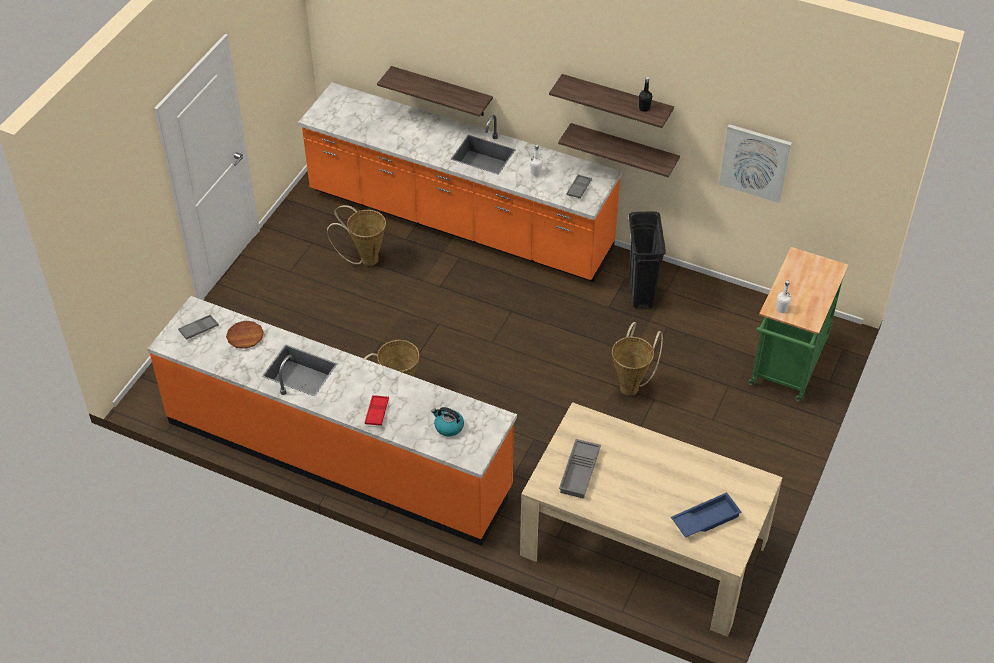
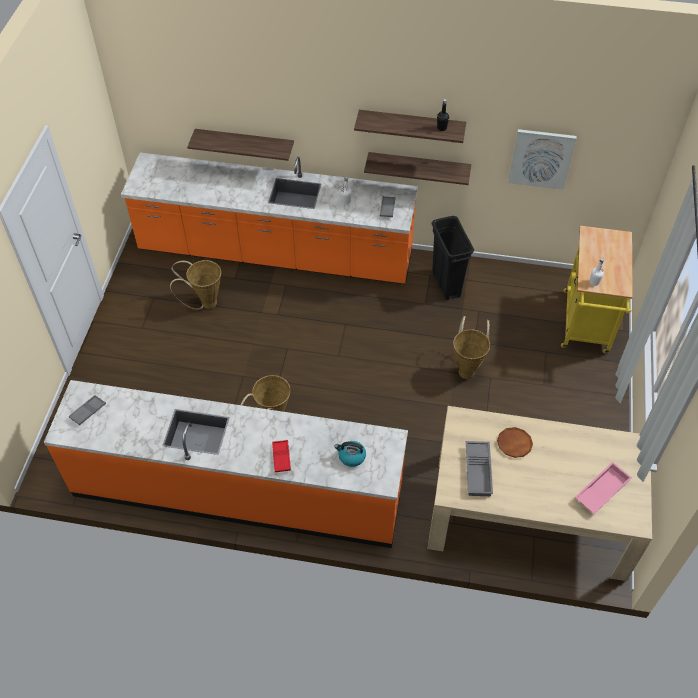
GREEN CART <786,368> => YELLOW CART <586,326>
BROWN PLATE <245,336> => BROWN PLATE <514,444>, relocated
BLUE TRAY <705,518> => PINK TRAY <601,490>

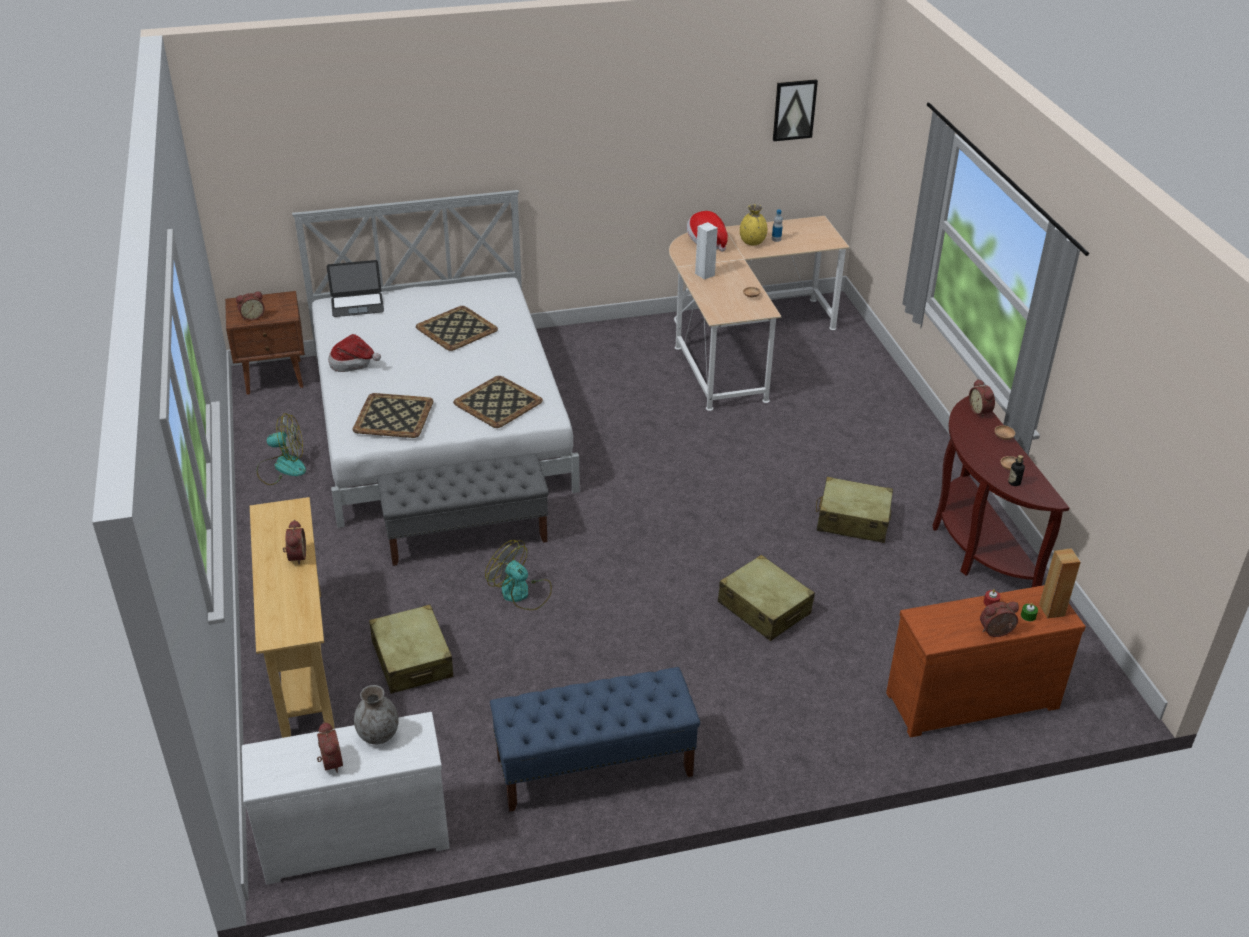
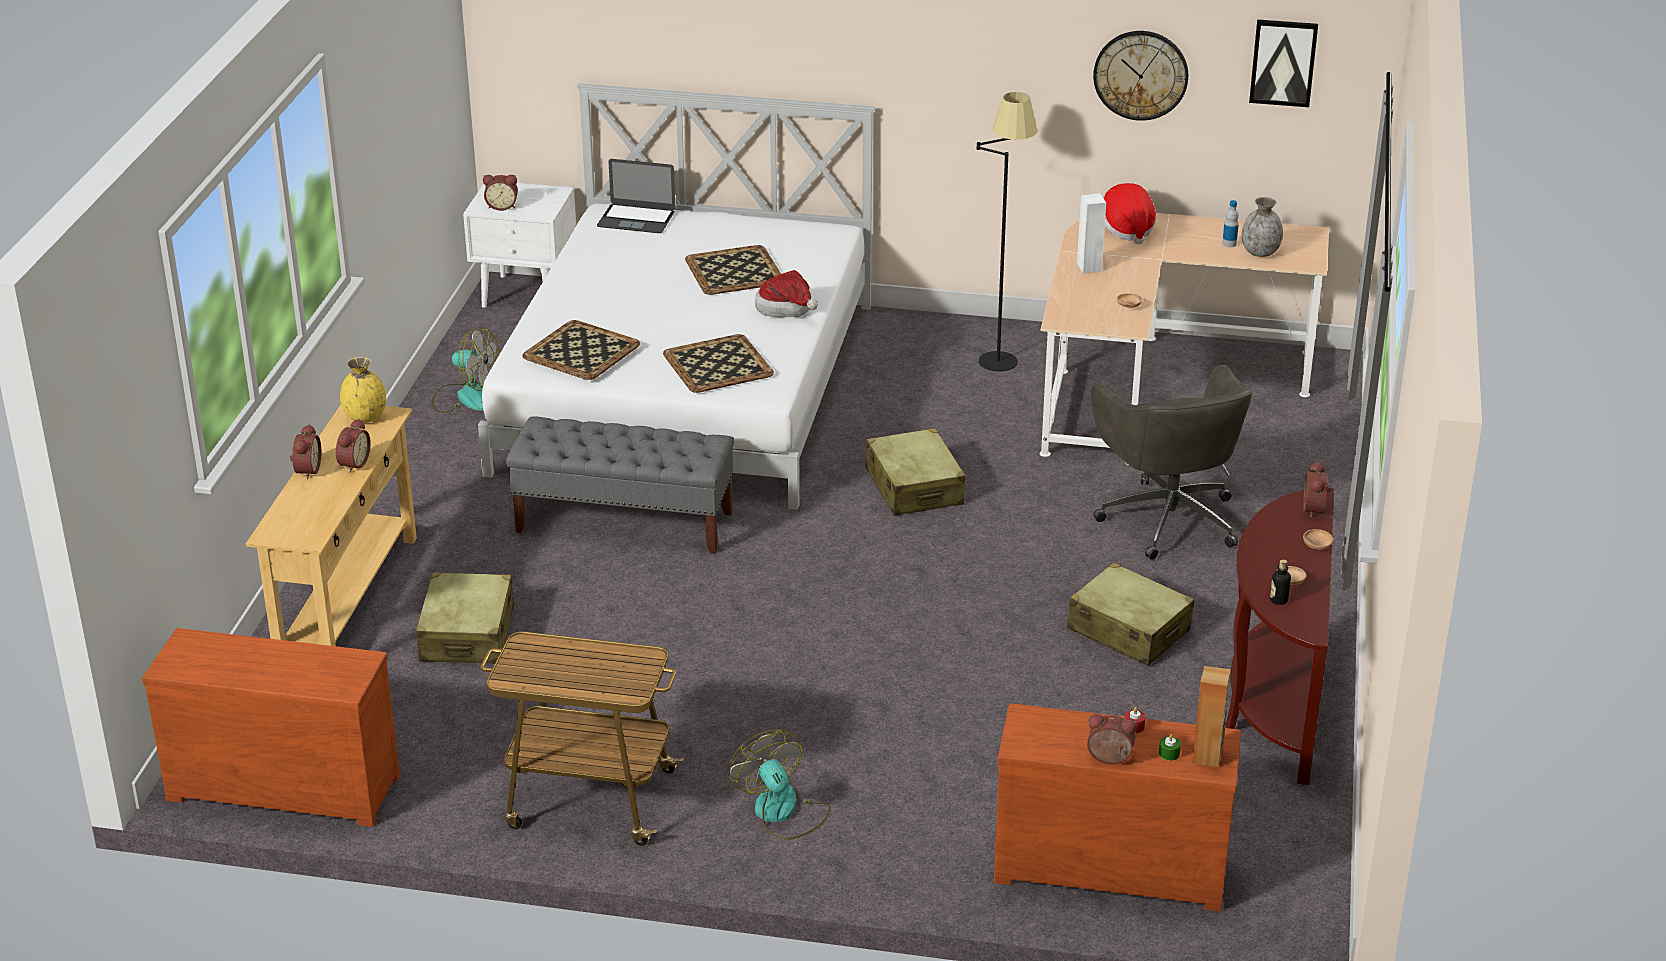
YELLOW VASE <752,242> => YELLOW VASE <365,417>, relocated
BROWN NIGHTSTAND <275,377> => WHITE NIGHTSTAND <527,294>
HAT <354,363> => HAT <787,309>, relocated
FAN <521,593> => FAN <782,812>, relocated
BEIGE SUITCASE <764,608> => BEIGE SUITCASE <914,487>, relocated
BLUE BENCH <594,767> => CART <588,799>
GREY VASE <378,735> => GREY VASE <1260,252>, relocated
WHITE DRESSER <355,834> => BROWN DRESSER <285,784>
ALARM CLOCK <329,762> => ALARM CLOCK <306,470>, relocated
nothing => WALL CLOCK <1140,75>
nothing => BLACK FLOOR LAMP <1001,352>
nothing => GREY OFFICE CHAIR <1168,517>

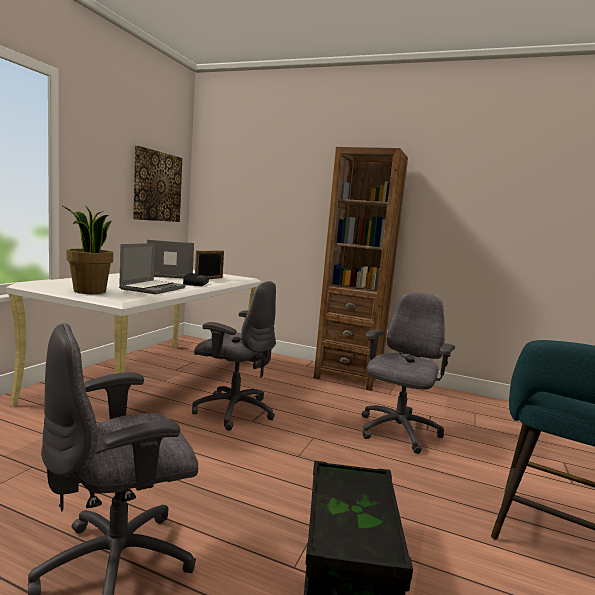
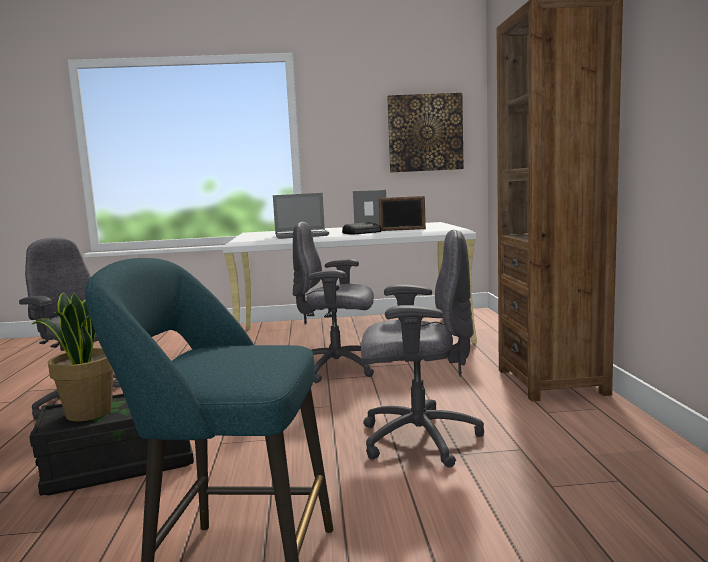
POTTED PLANT <89,291> => POTTED PLANT <88,413>, relocated
GREY OFFICE CHAIR <233,411> => GREY OFFICE CHAIR <338,368>, 105 degrees clockwise

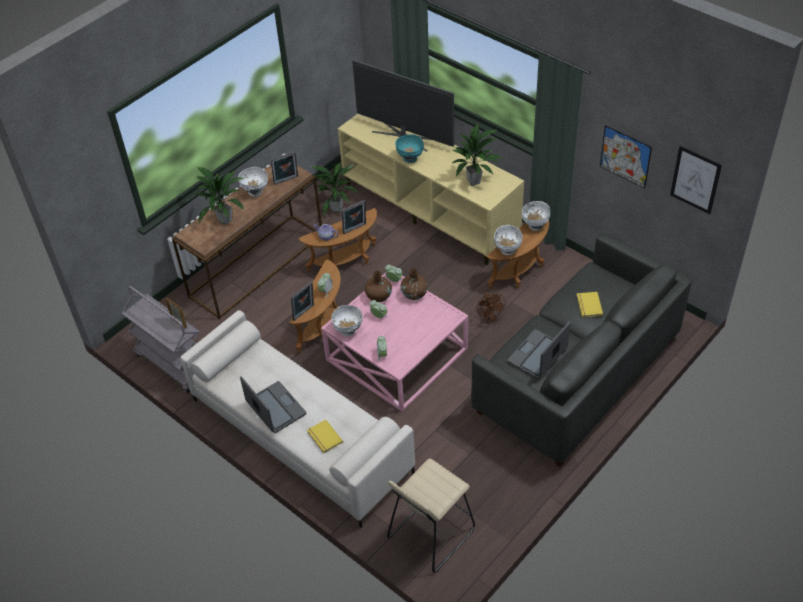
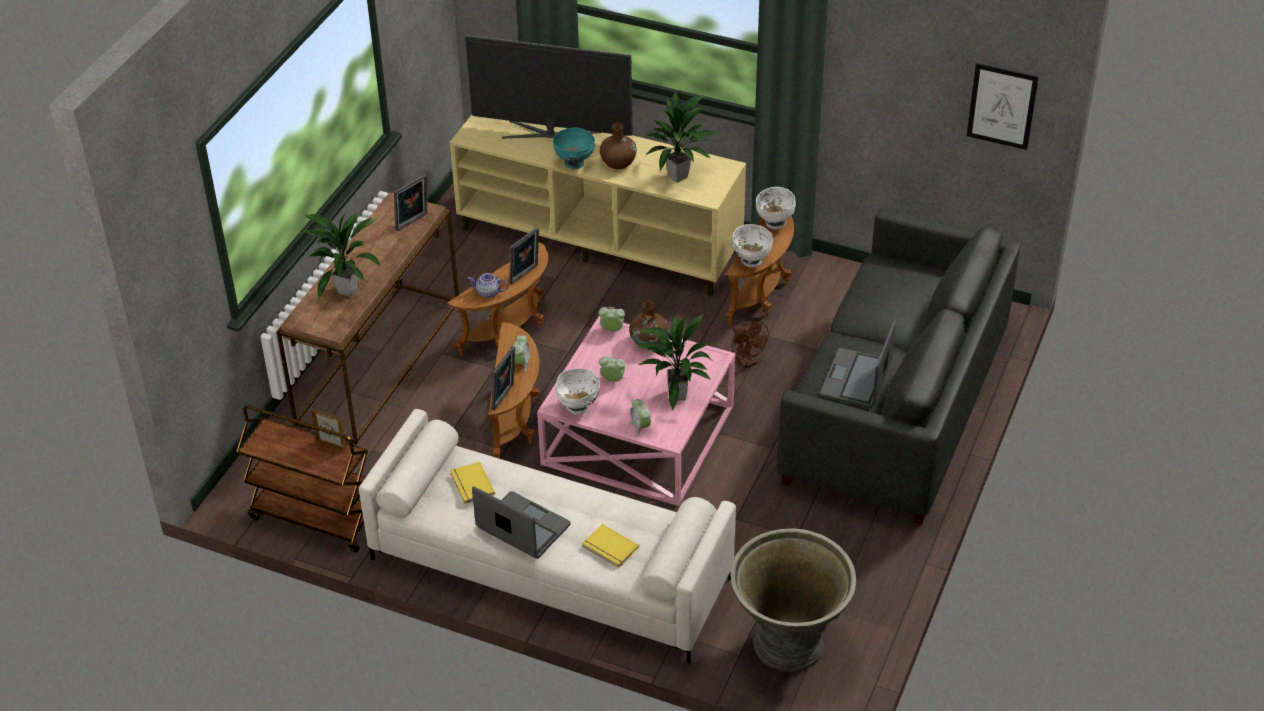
PICTURE <625,156> => nothing
POTTED PLANT <336,208> => POTTED PLANT <676,394>, relocated
WHITE BOWL <255,192> => nothing
BROWN VASE <378,296> => BROWN VASE <618,163>, relocated
GREY CART <172,363> => BROWN CART <314,518>
YELLOW BOOK <588,306> => YELLOW BOOK <471,485>, relocated
BEIGE STOOL <431,533> => GREY PLANTER <788,646>

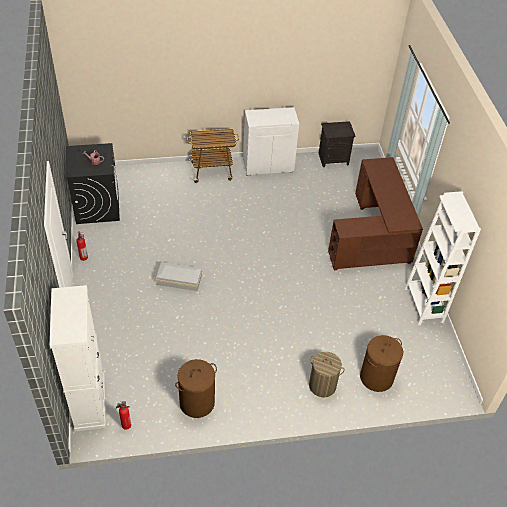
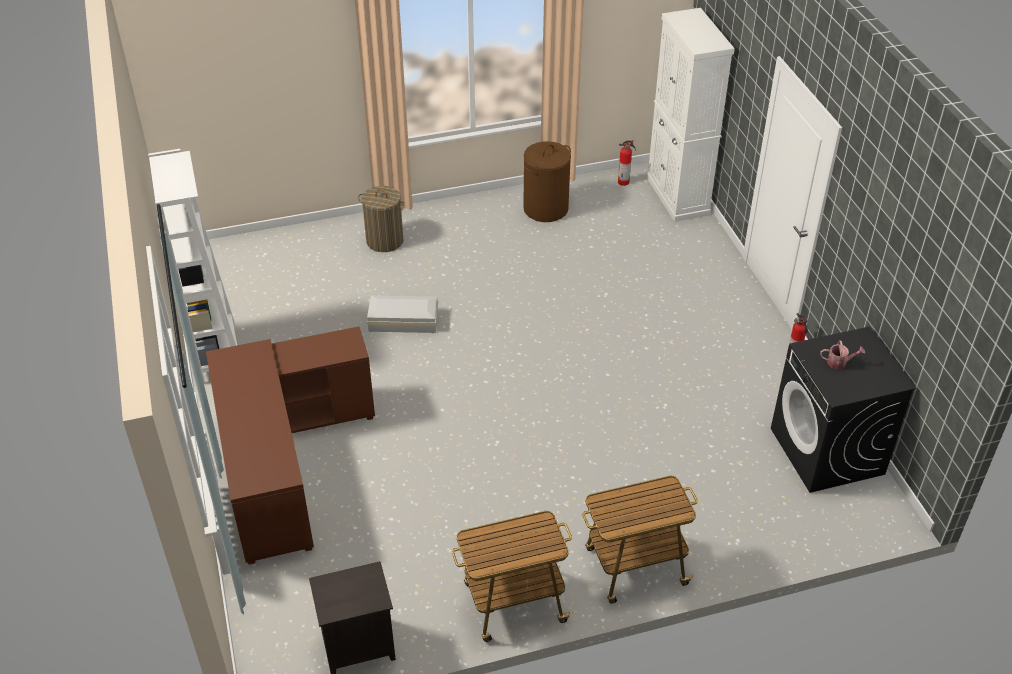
WHITE CABINET <268,165> => CART <512,603>
WHITE STORAGE BOX <178,279> => WHITE STORAGE BOX <404,321>, relocated
BROWN LAUNDRY BASKET <376,377> => nothing

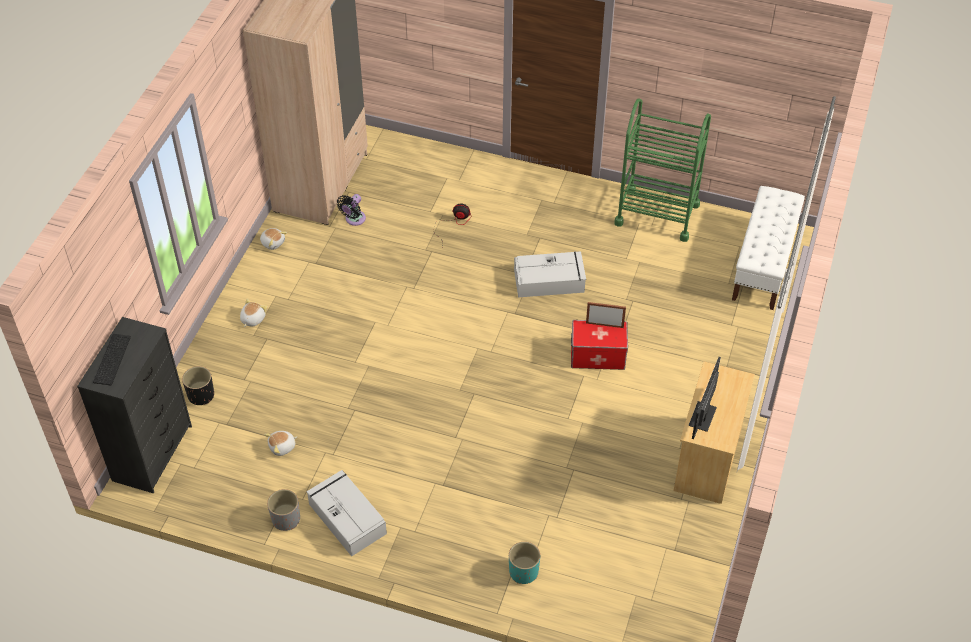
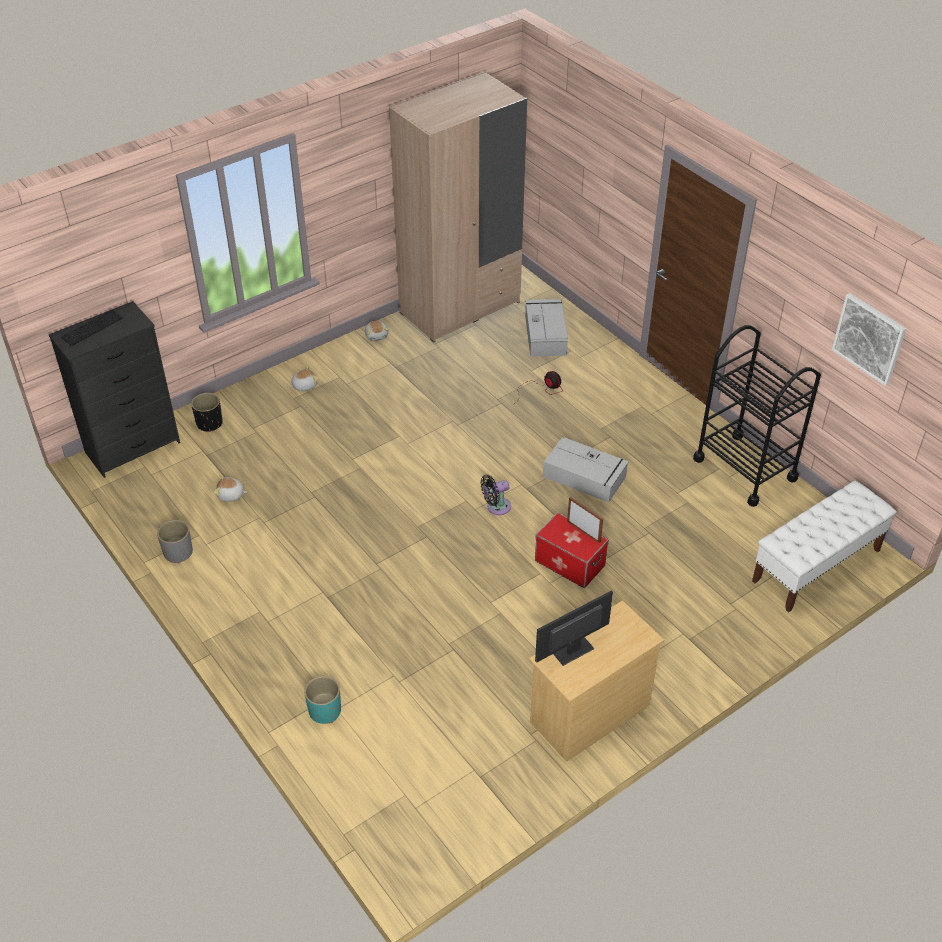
GREEN CART <657,214> => BLACK CART <745,469>
BLACK FAN <354,219> => BLACK FAN <496,507>, relocated
GREY STORAGE BOX <346,518> => GREY STORAGE BOX <545,334>, relocated
nothing => PICTURE <869,338>

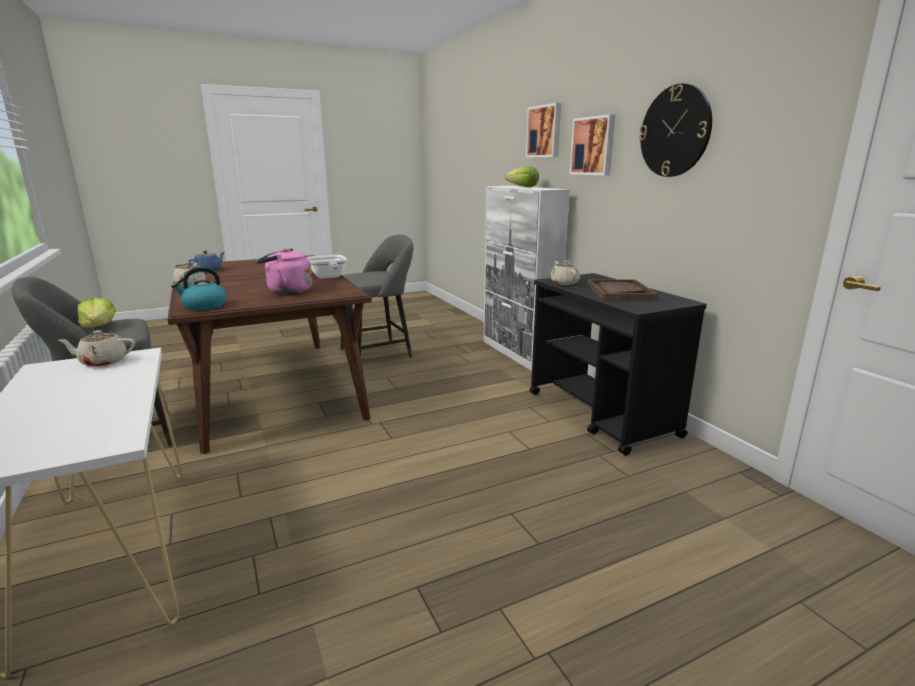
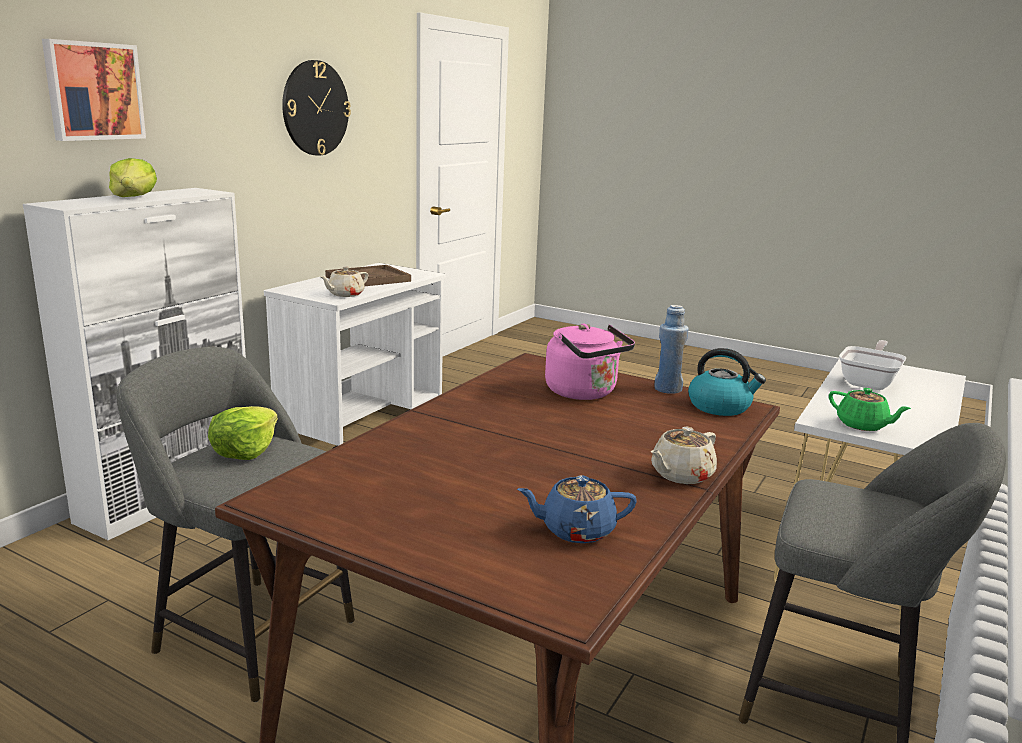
PICTURE <593,146> => nothing
FRYING PAN <328,277> => FRYING PAN <869,382>, relocated
BLACK CART <601,414> => WHITE CART <363,419>
LETTUCE <99,326> => LETTUCE <245,451>, relocated
BEIGE TEAPOT <102,362> => GREEN TEAPOT <862,425>
nothing => BLUE BOTTLE <667,389>

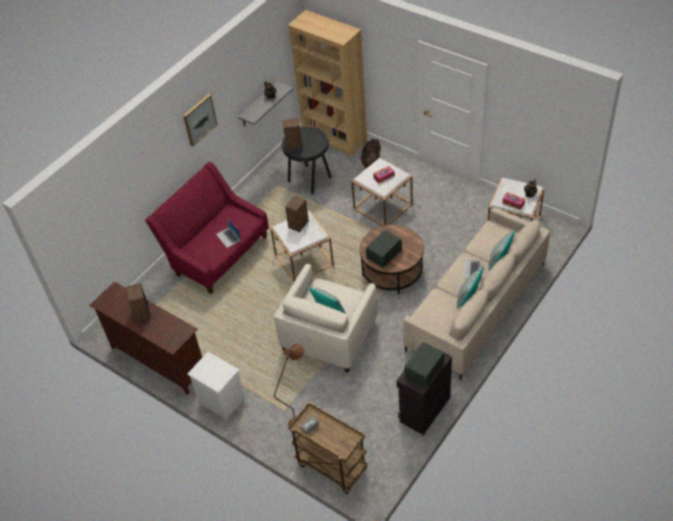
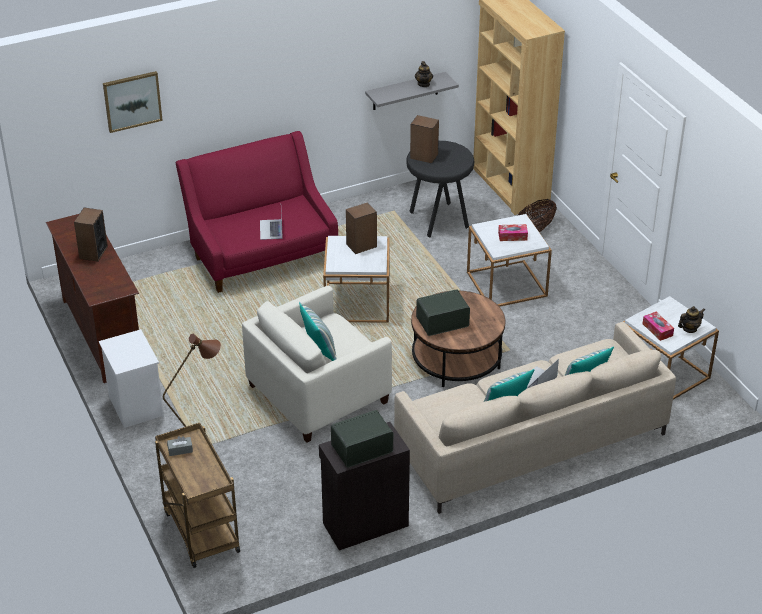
PICTURE <199,119> => PICTURE <132,101>, relocated

